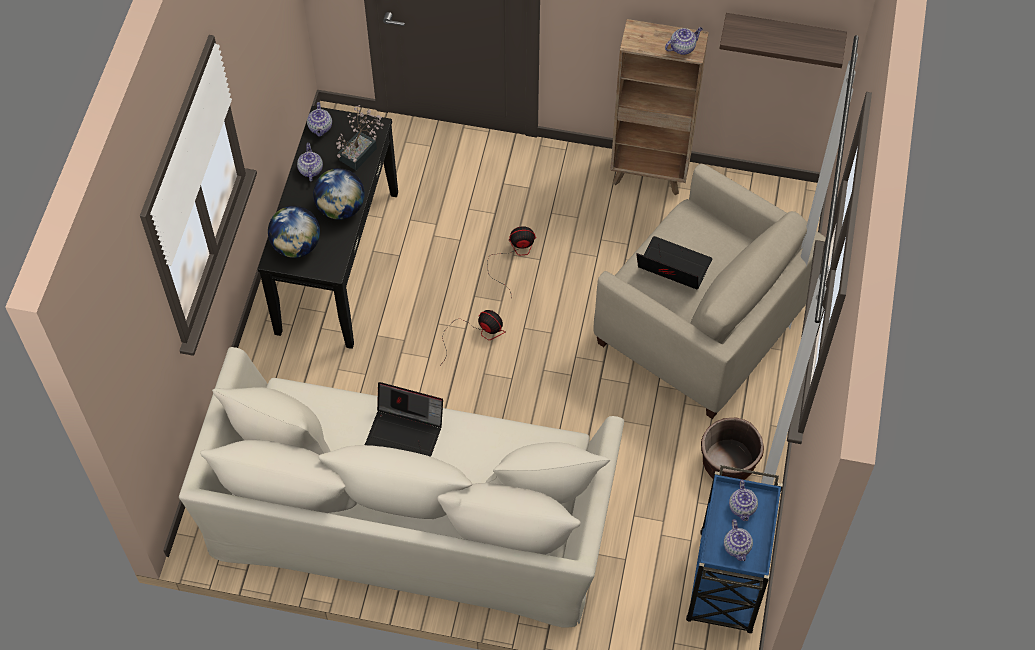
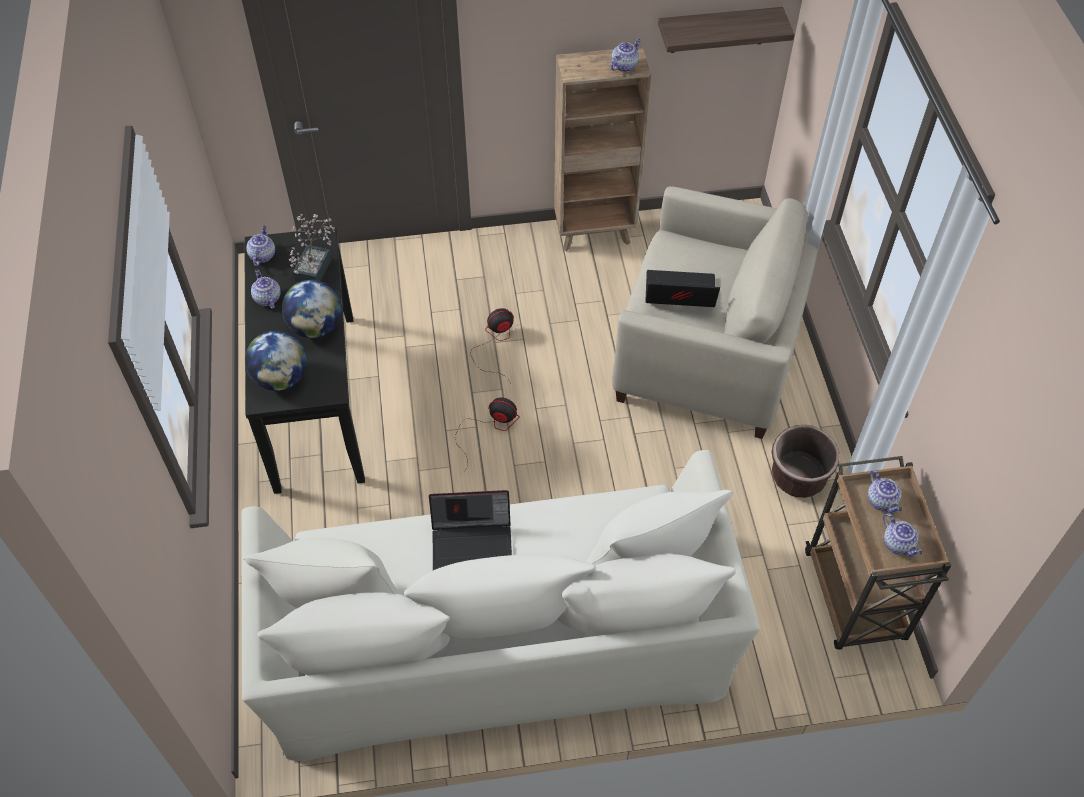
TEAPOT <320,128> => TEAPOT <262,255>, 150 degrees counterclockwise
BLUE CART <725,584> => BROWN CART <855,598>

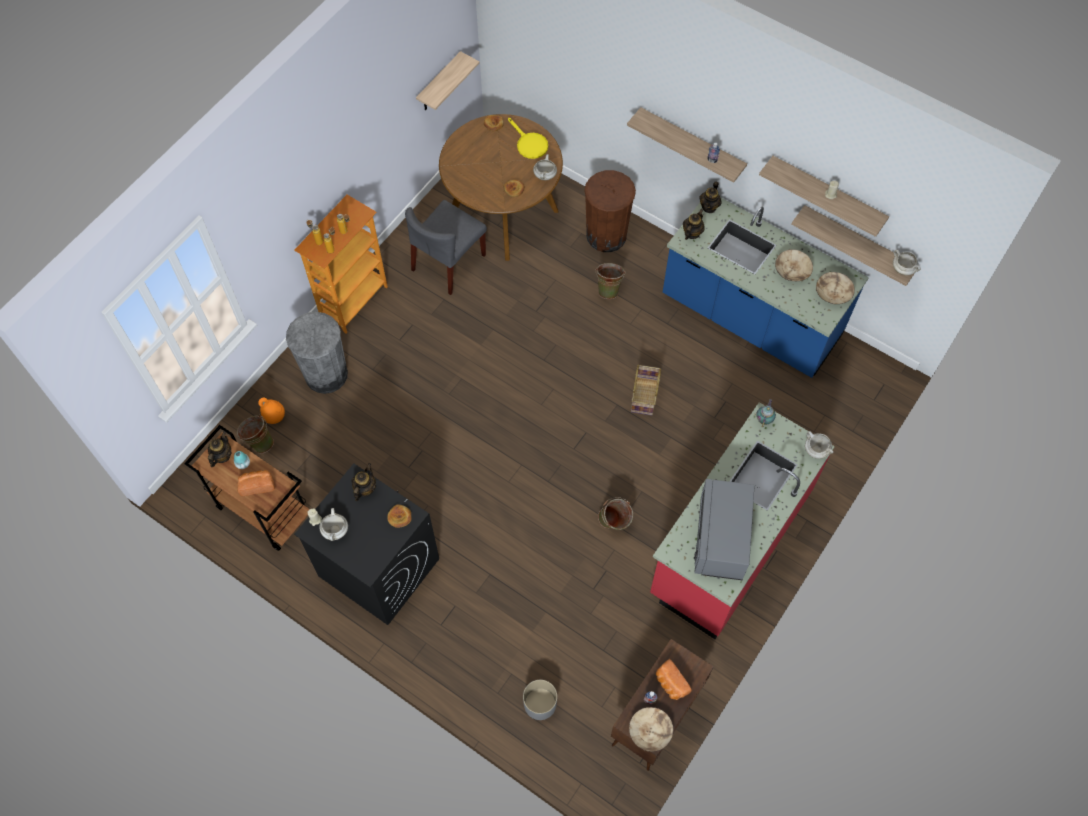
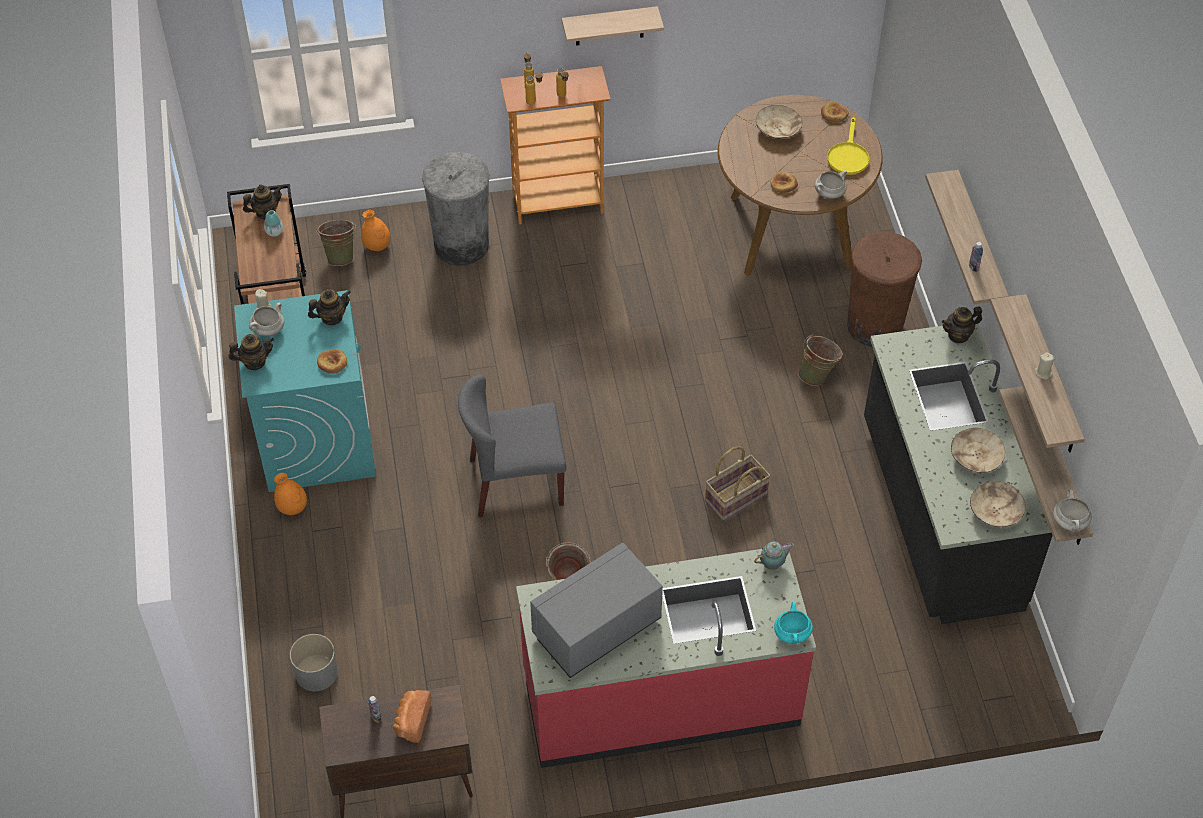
SHELF <439,83> => SHELF <609,26>, relocated
BLUE COUNTER <750,317> => BLACK COUNTER <938,515>
GREY CHAIR <448,263> => GREY CHAIR <515,482>, relocated
TEAPOT <692,233> => TEAPOT <254,362>, relocated
WHITE COOKING POT <815,450> => TURQUOISE COOKING POT <791,633>
BLACK WASHING MACHINE <378,567> => TURQUOISE WASHING MACHINE <316,438>
BREAD <257,485> => nothing
BEIGE BOWL <650,731> => BEIGE BOWL <778,130>, relocated
nothing => ORANGE VASE <292,508>

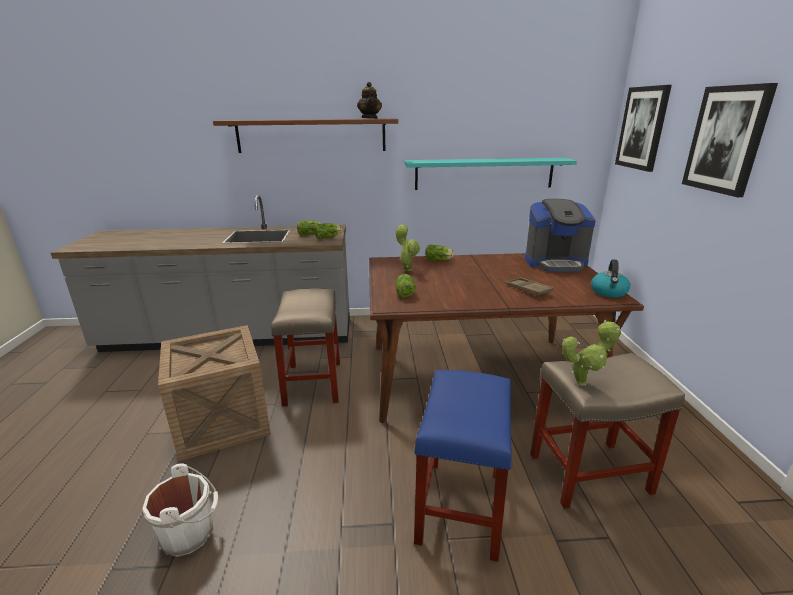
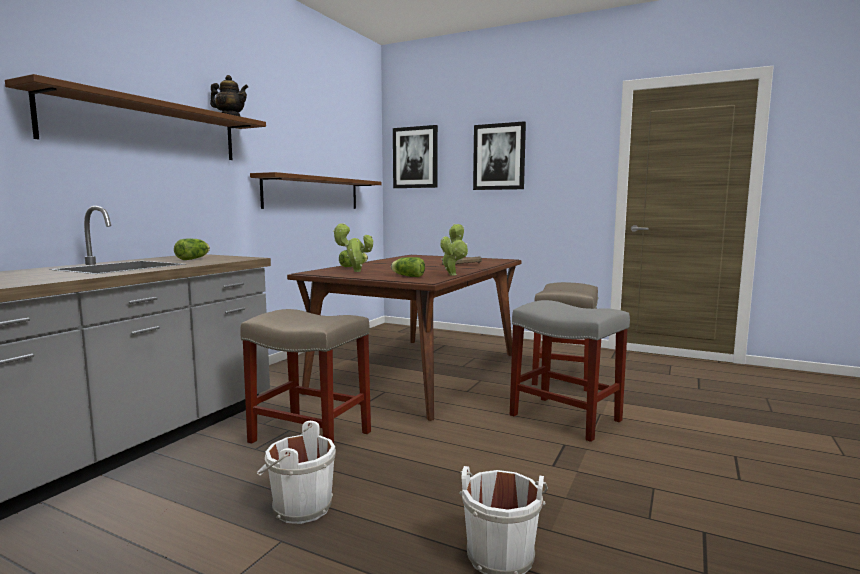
TURQUOISE SHELF <484,173> => BROWN SHELF <313,193>
COFFEE MACHINE <555,263> => nothing
LETTUCE <328,237> => nothing
KETTLE <609,292> => nothing
POTTED PLANT <584,382> => POTTED PLANT <453,274>, relocated
CRATE <222,421> => WHITE BUCKET <299,507>
BLUE STOOL <461,508> => GREY STOOL <566,418>

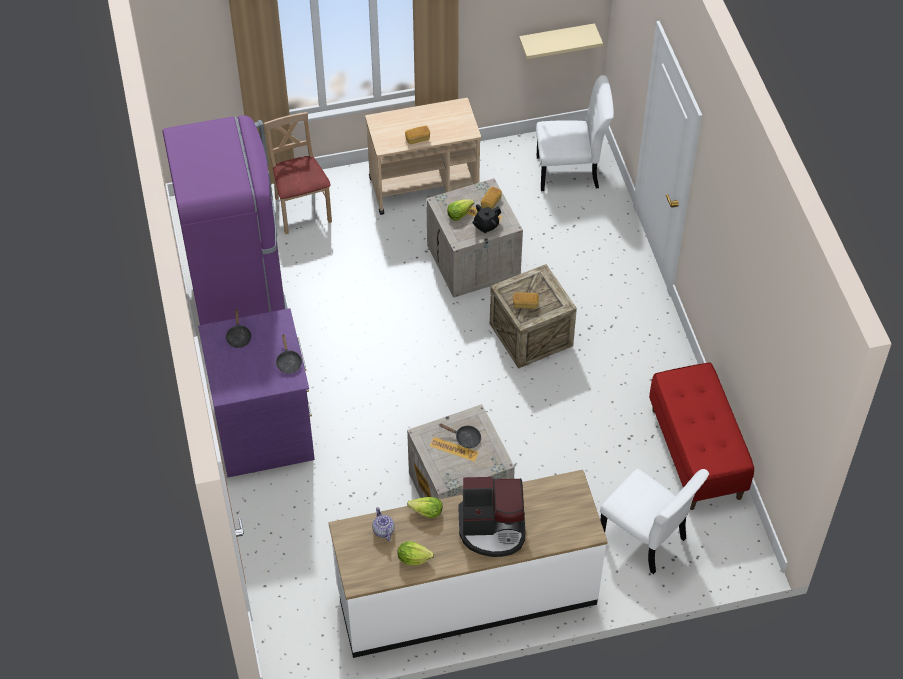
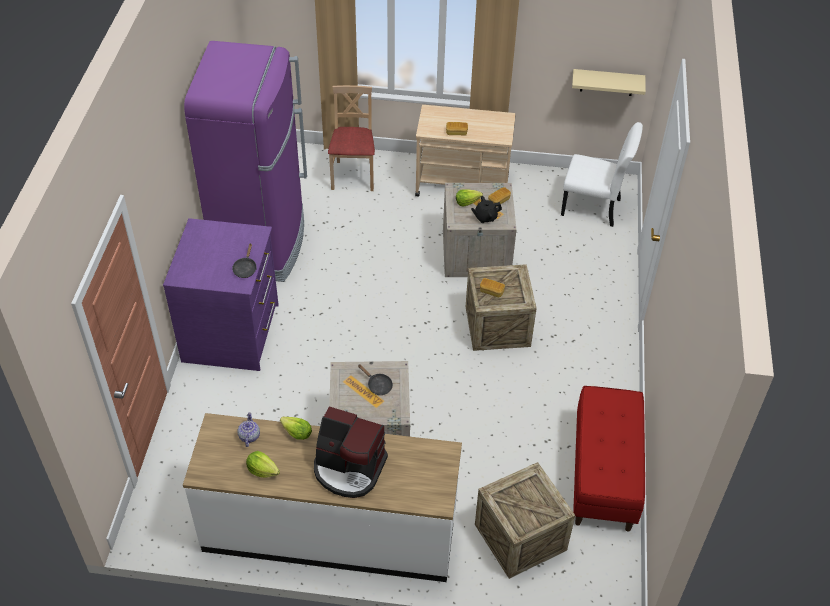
BLACK FRYING PAN <238,336> => nothing
WHITE CHAIR <645,539> => CRATE <520,537>

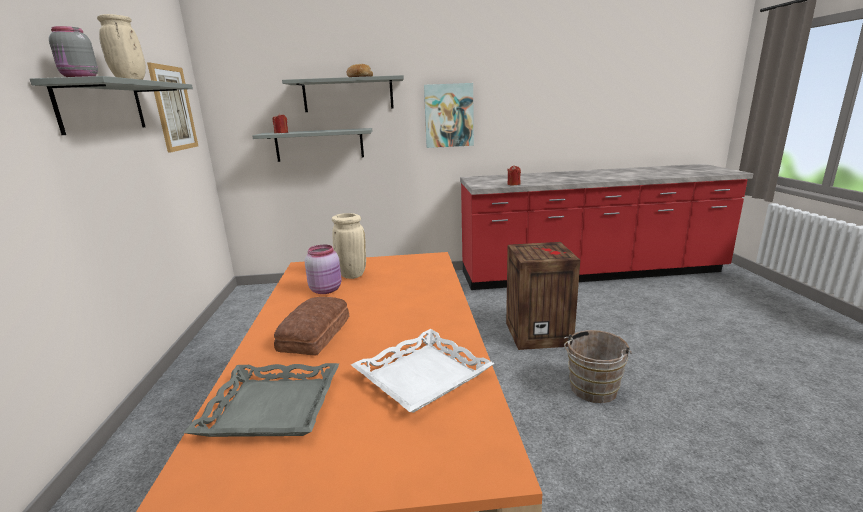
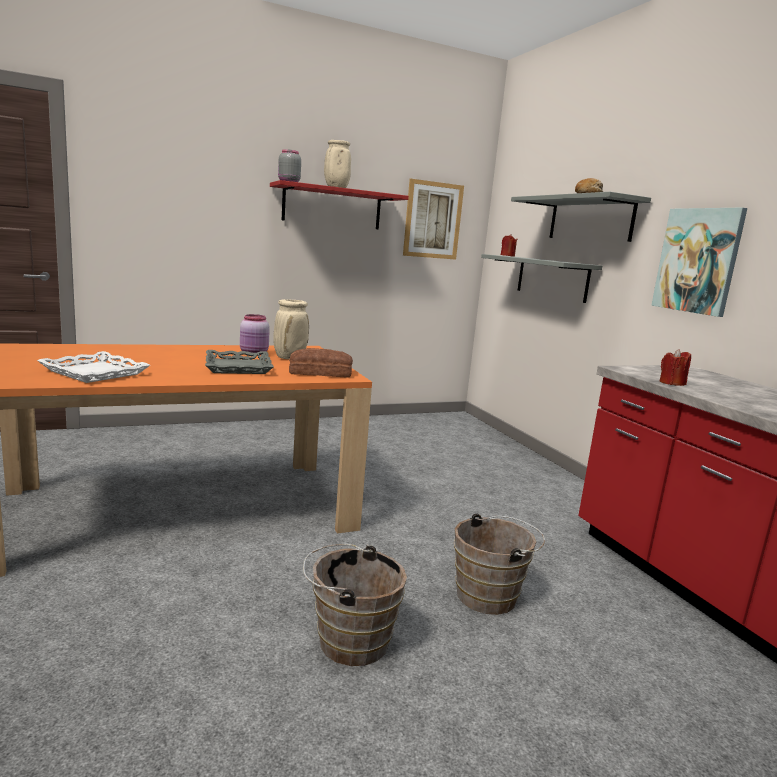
GREY SHELF <102,107> => RED SHELF <332,207>
CRATE <538,333> => BROWN BUCKET <491,595>
BREAD <317,334> => BREAD <321,373>, relocated
GREY TRAY <271,408> => GREY TRAY <237,367>, relocated

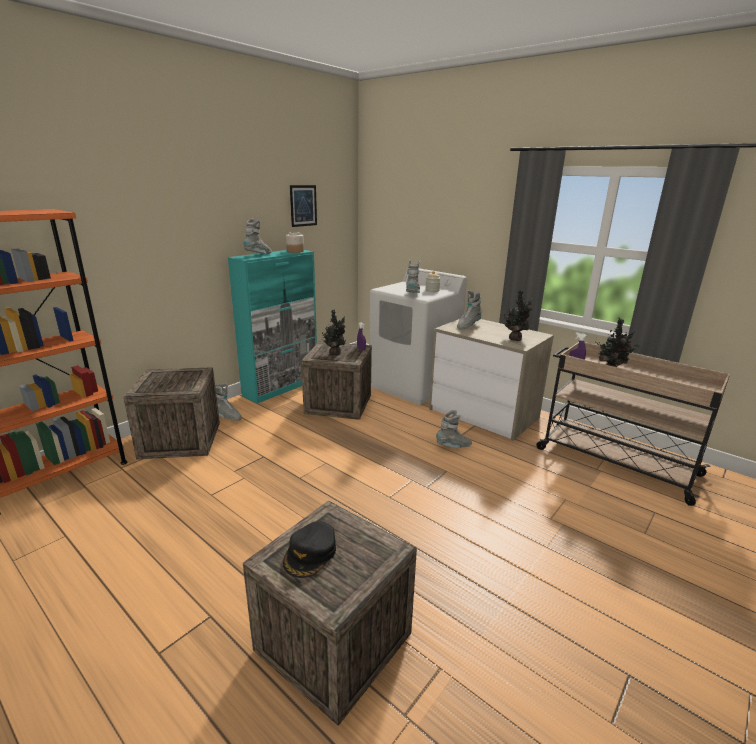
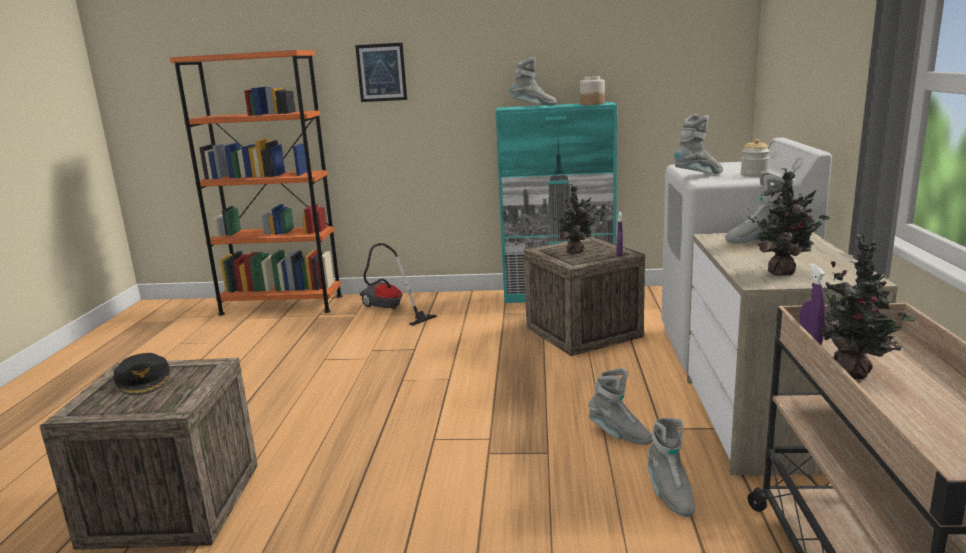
PICTURE <303,205> => PICTURE <381,72>, relocated
CRATE <181,439> => VACUUM CLEANER <389,310>
GREY BOOT <226,416> => GREY BOOT <669,494>, relocated
BLACK CAP <311,554> => BLACK CAP <144,380>, 105 degrees counterclockwise

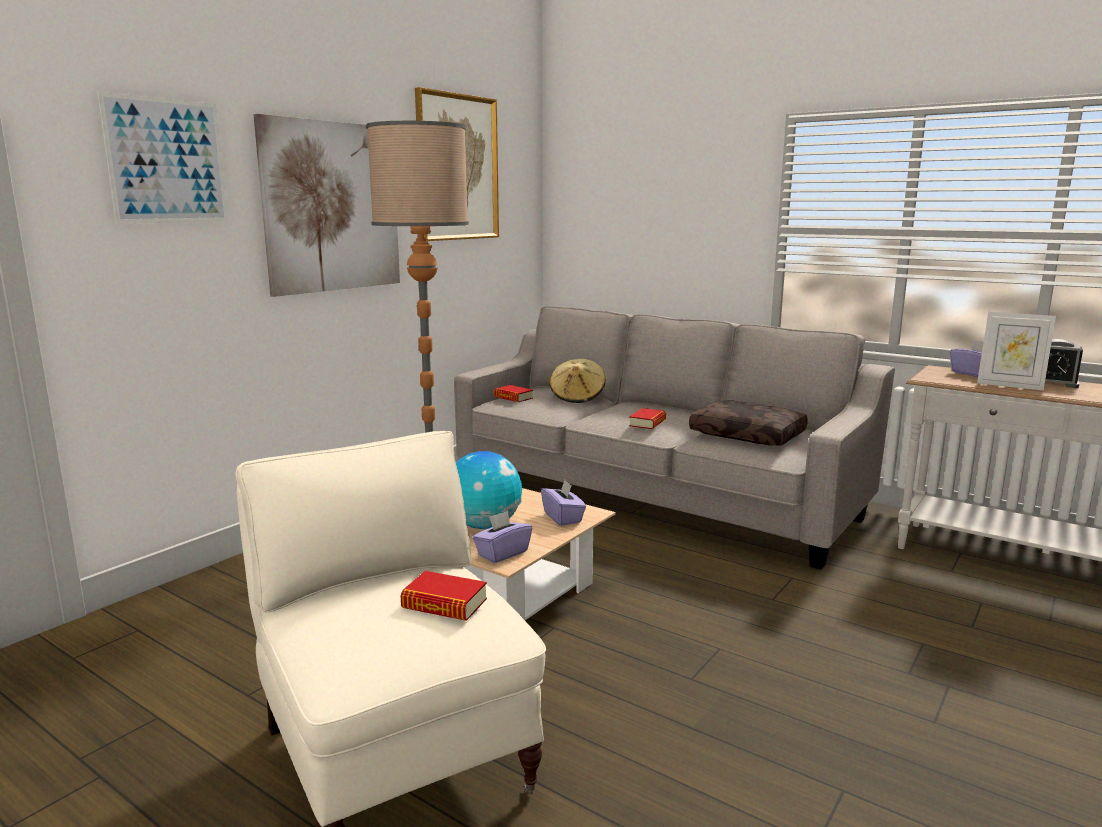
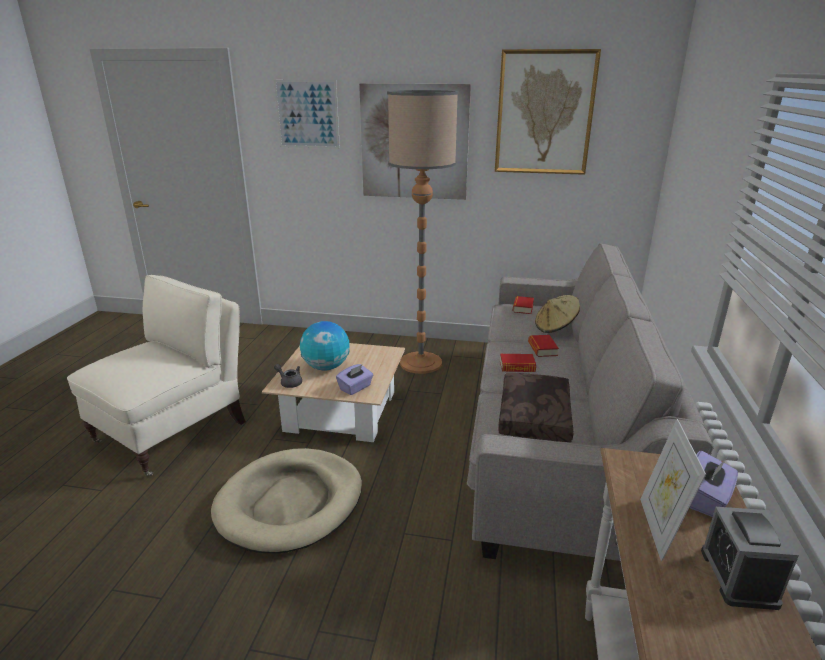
PURPLE TISSUE BOX <502,553> => GREY TEAPOT <289,382>
BOOK <444,604> => BOOK <542,349>, relocated
nothing => BEIGE DOG BED <290,503>

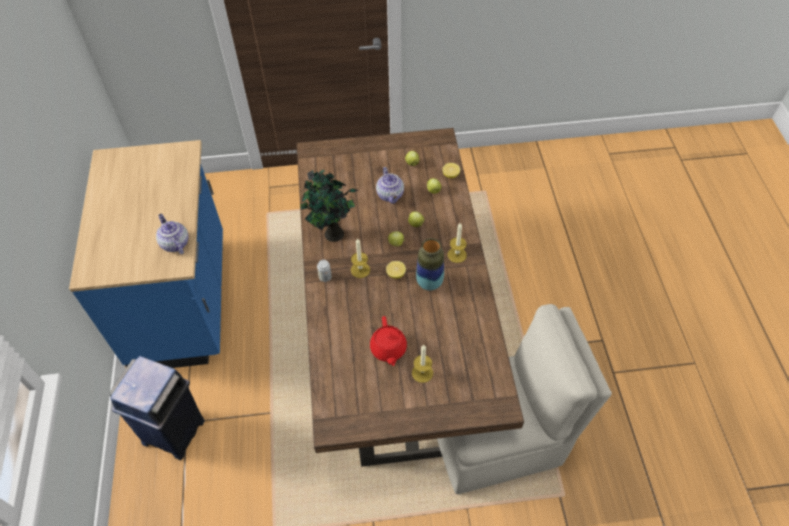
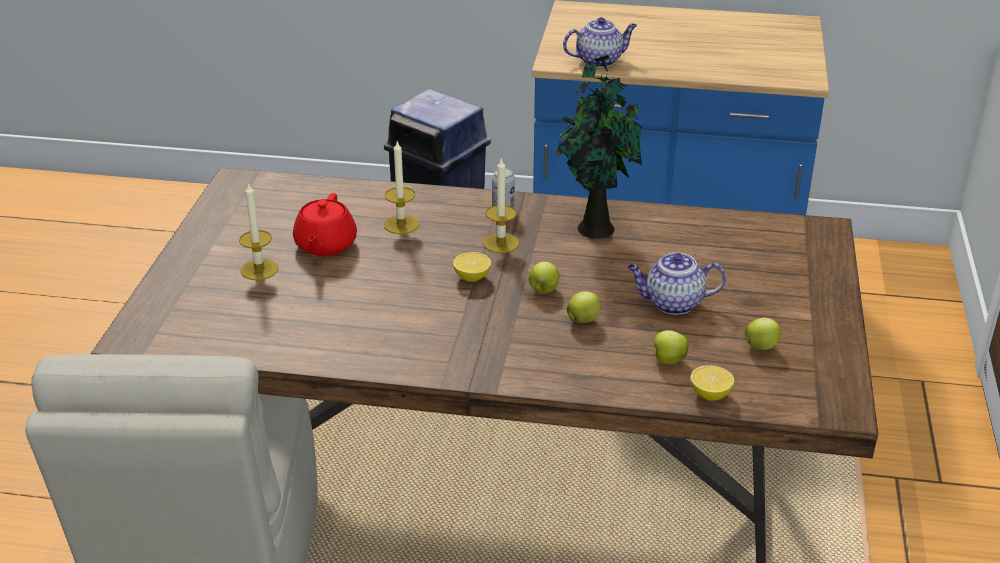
CANDLE <457,255> => CANDLE <401,224>, relocated
VASE <429,283> => nothing
RED TEAPOT <388,349> => RED TEAPOT <325,245>, 90 degrees counterclockwise

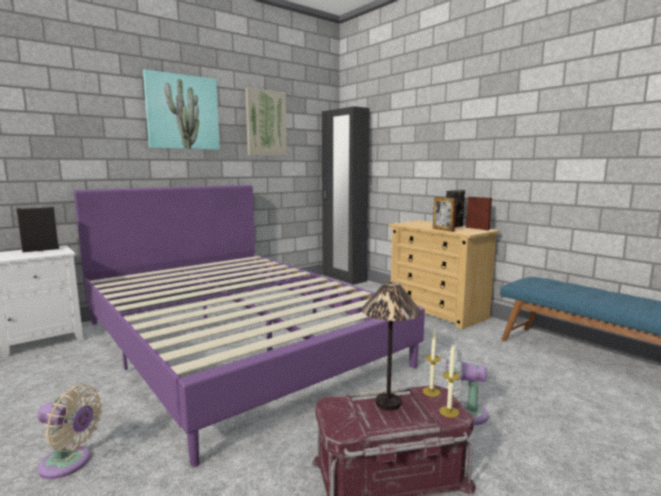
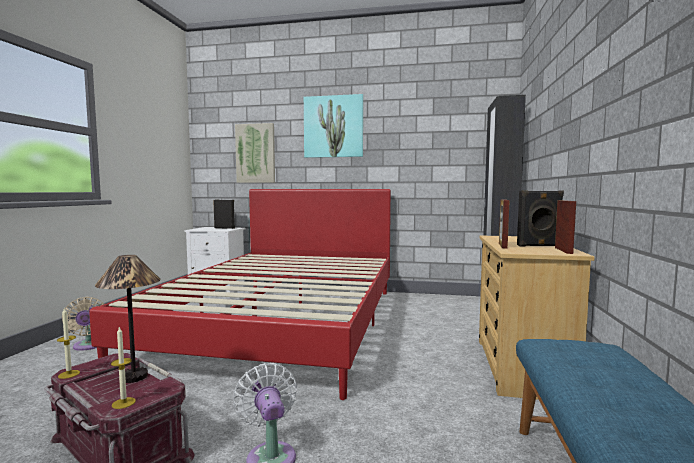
PICTURE <265,123> => PICTURE <255,153>, relocated
PURPLE BED <235,341> => RED BED <284,322>
CANDLE <431,392> => CANDLE <69,374>, relocated

